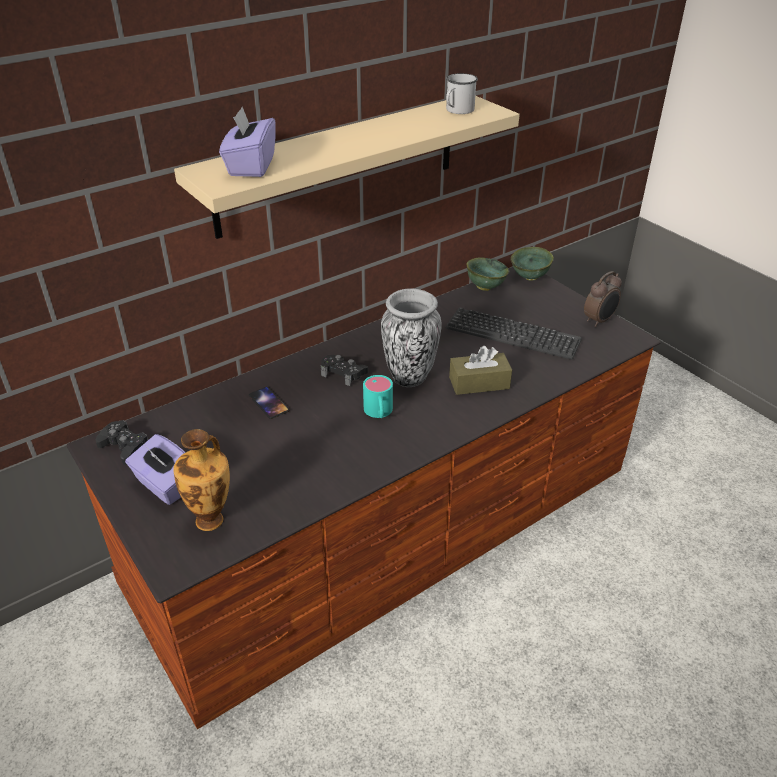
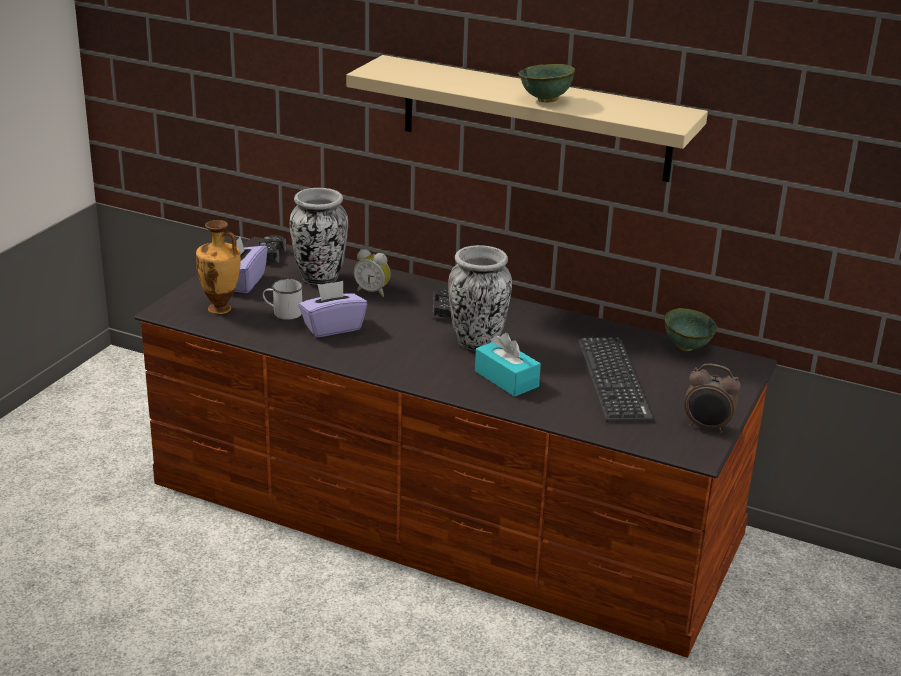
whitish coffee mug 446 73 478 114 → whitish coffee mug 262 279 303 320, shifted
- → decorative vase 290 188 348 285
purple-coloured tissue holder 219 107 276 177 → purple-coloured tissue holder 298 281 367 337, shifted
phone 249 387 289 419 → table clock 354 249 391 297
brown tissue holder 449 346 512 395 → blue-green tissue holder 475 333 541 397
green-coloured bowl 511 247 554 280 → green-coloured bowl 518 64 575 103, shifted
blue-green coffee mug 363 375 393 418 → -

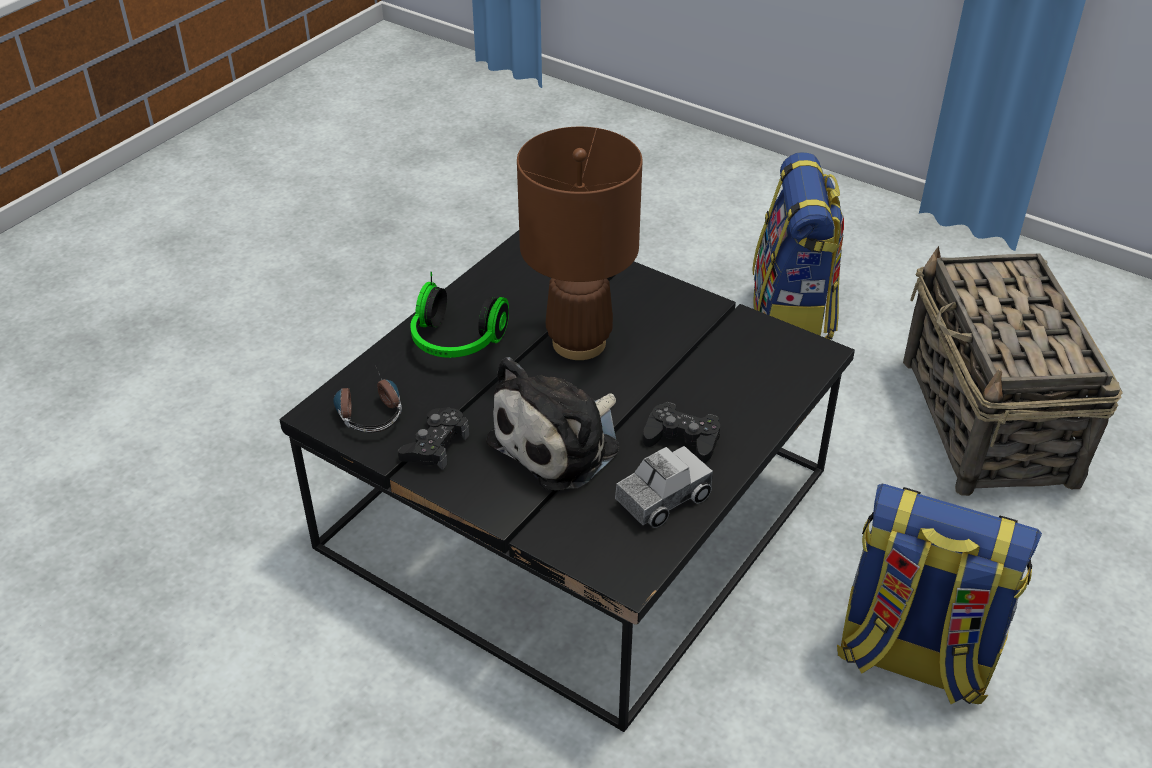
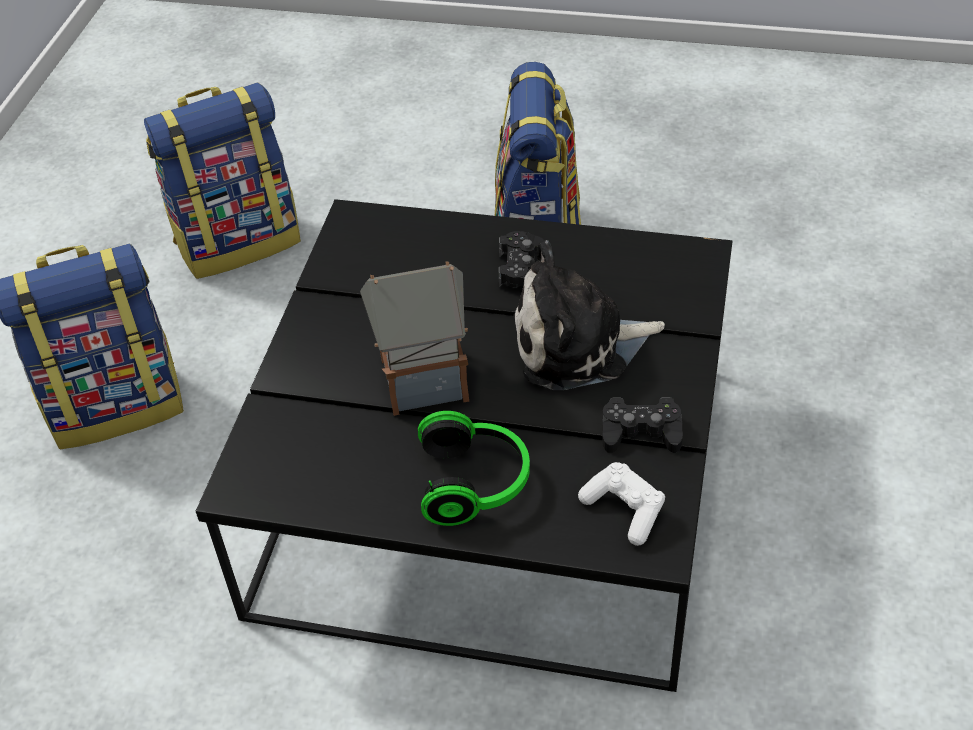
storage basket 903 246 1123 496 → knapsack 144 82 301 279
brown table lamp 517 127 643 360 → toy house 360 262 469 416
plush toy 486 357 619 491 → plush toy 514 240 665 390, 150 degrees clockwise
pair of headphones 333 367 402 433 → whitish joypad 578 462 665 546
toy lorry 615 446 713 528 → -

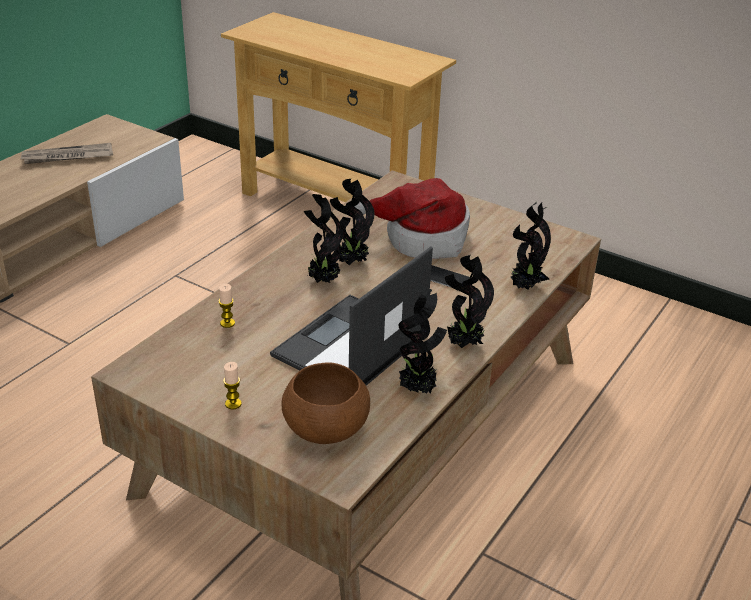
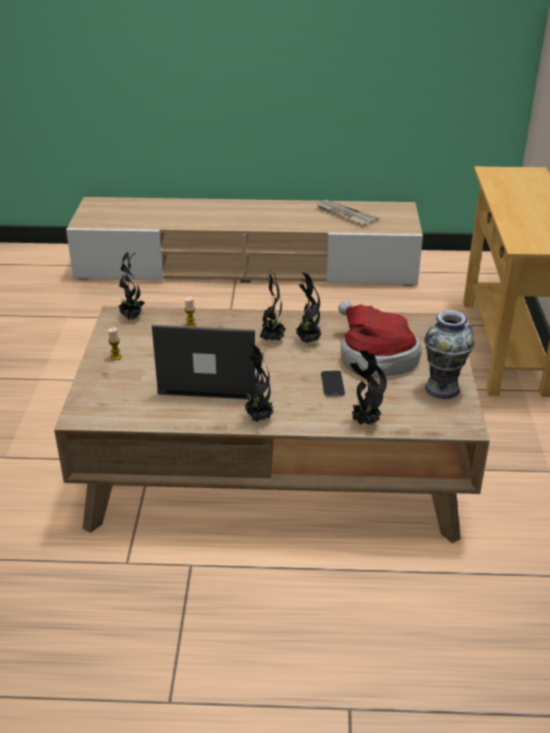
plant in a pot 399 289 447 394 → plant in a pot 119 251 145 320, shifted
- → decorative vase 424 310 475 399
brown bowl 281 363 370 444 → -

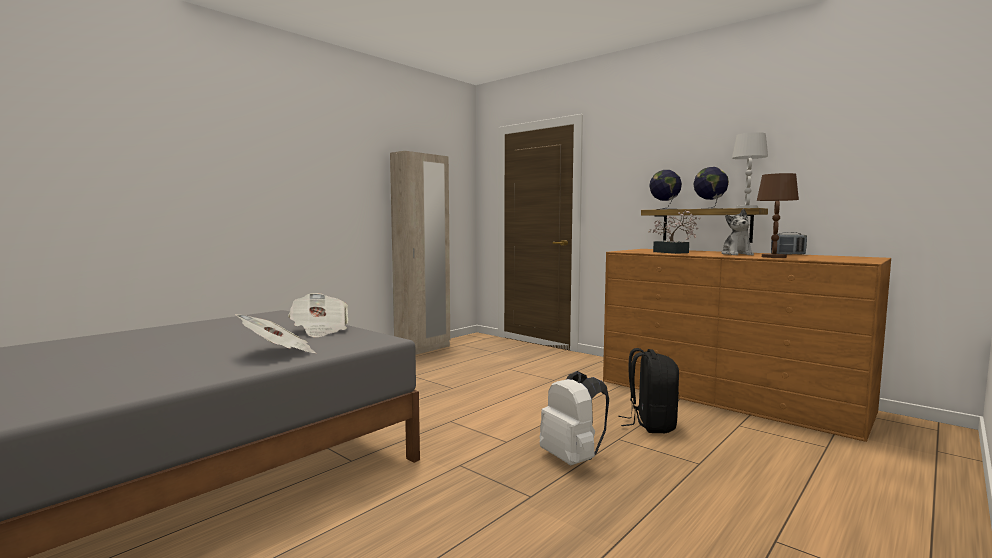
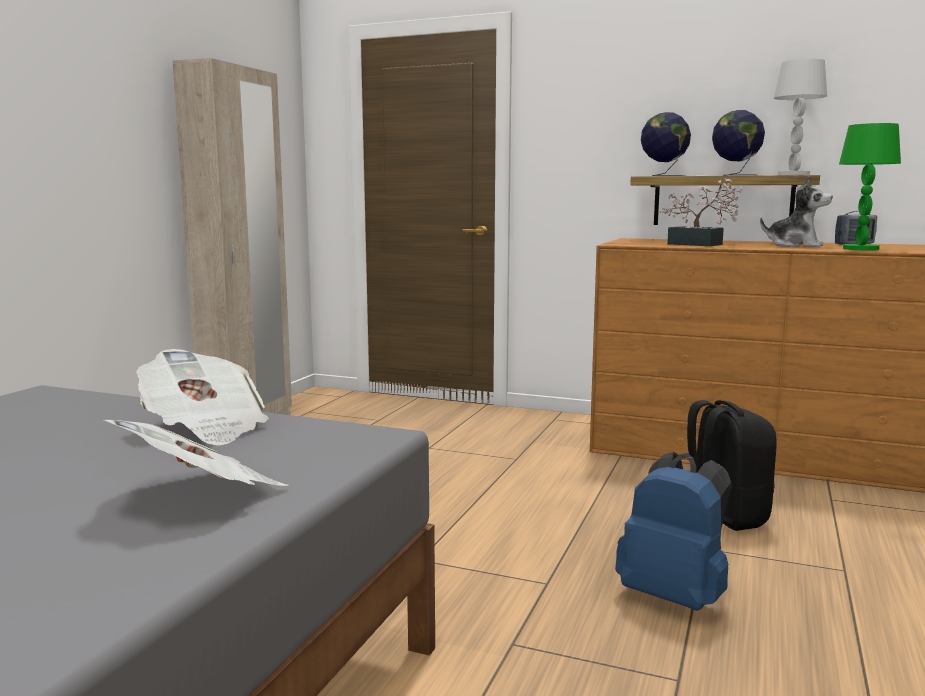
whitish knapsack 540 371 609 465 → bluish knapsack 615 452 732 611
plush toy 721 209 754 255 → plush toy 760 176 832 247, 45 degrees counterclockwise
brown table lamp 757 173 799 258 → green-coloured table lamp 839 123 901 251

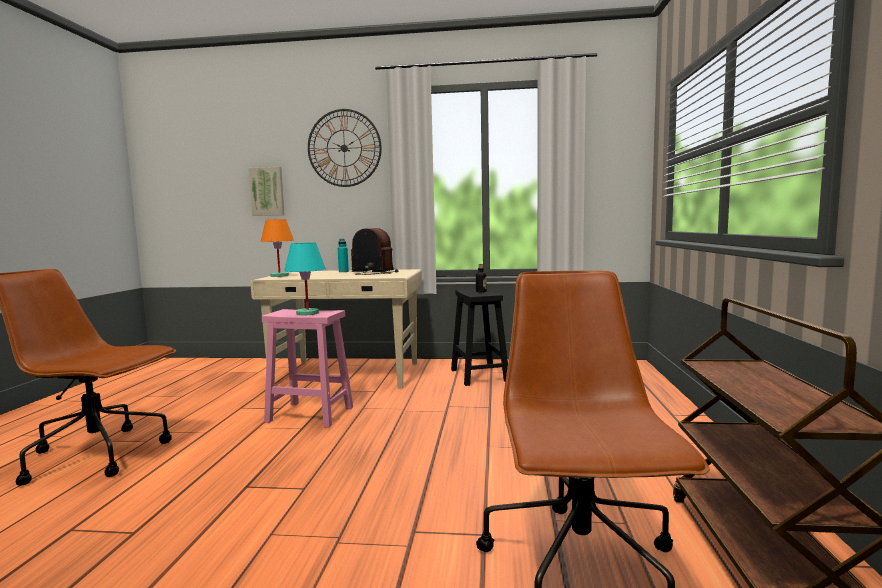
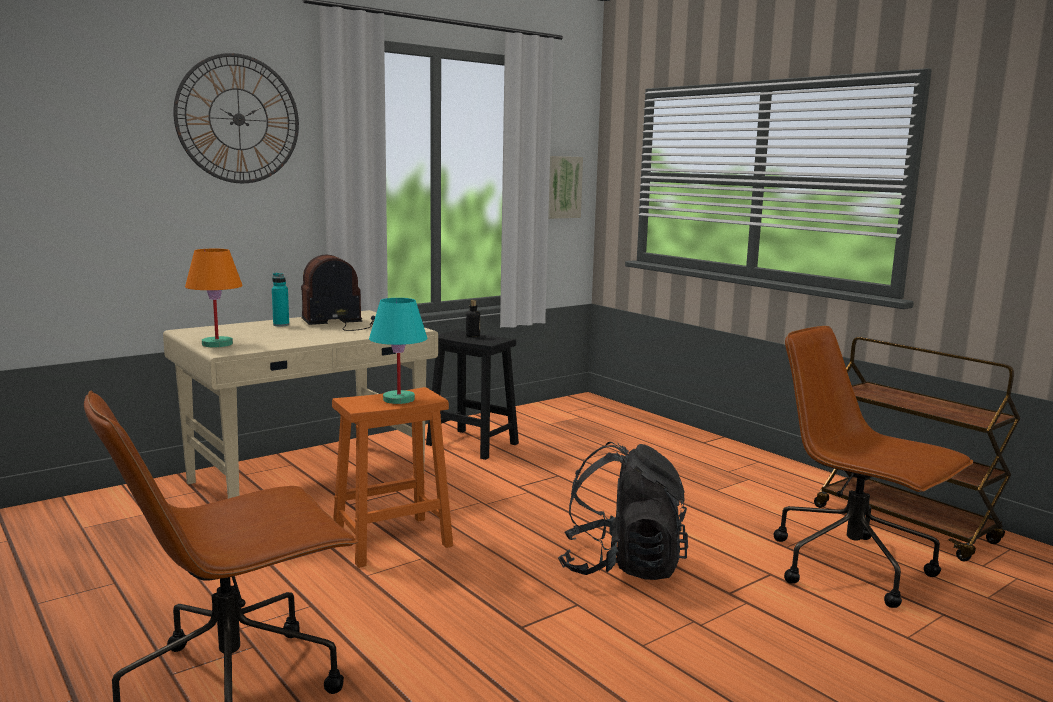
pink sitting stool 262 309 353 428 → orangey sitting stool 332 387 453 568
picture 249 167 285 216 → picture 548 156 583 219, shifted
- → black-coloured knapsack 558 442 688 580

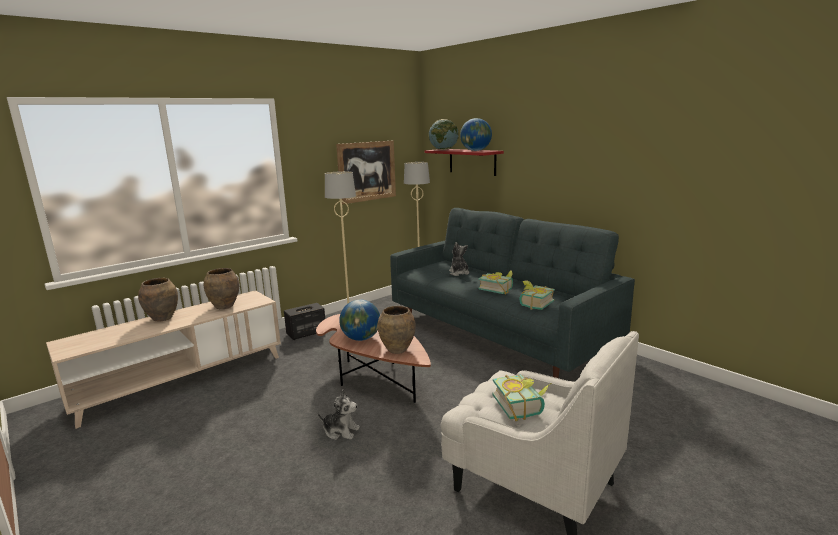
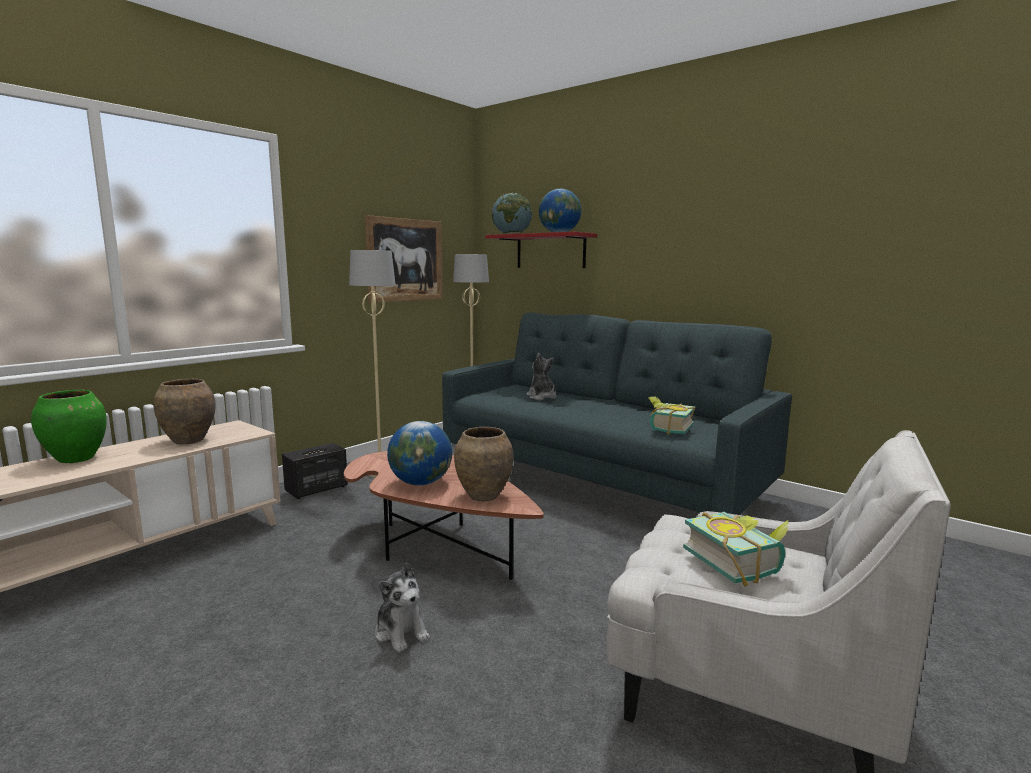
brown decorative vase 138 278 178 322 → green-coloured decorative vase 31 390 107 463
plush toy 317 390 360 440 → plush toy 375 562 430 653, 45 degrees clockwise
volume 478 270 513 295 → -

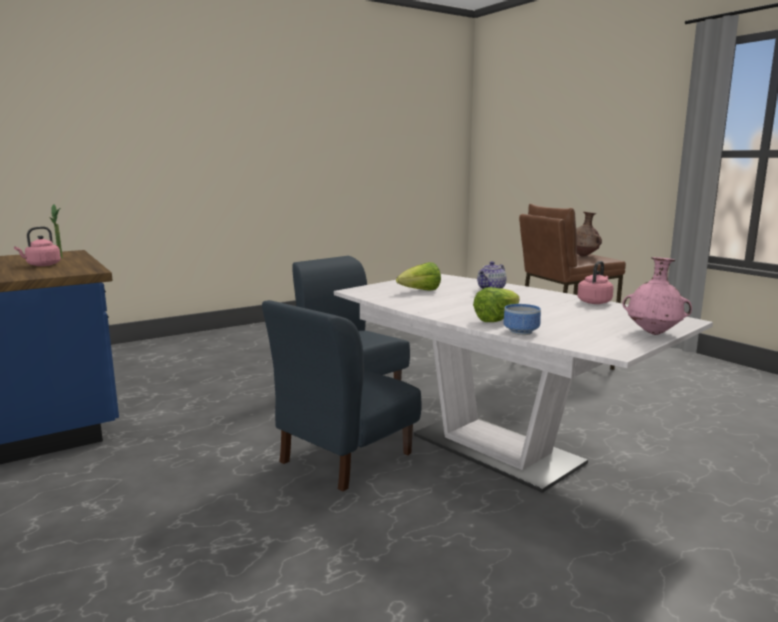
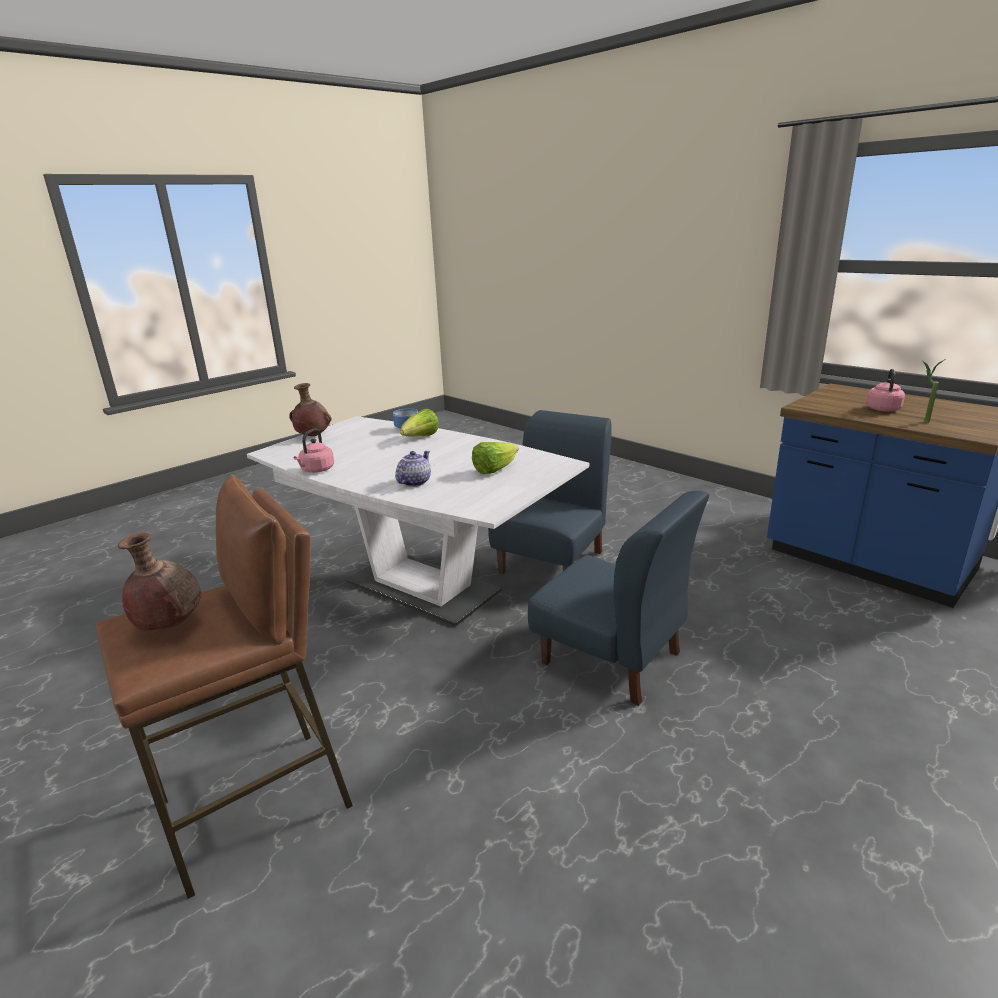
pink decorative vase 622 257 692 335 → brown decorative vase 289 383 332 436

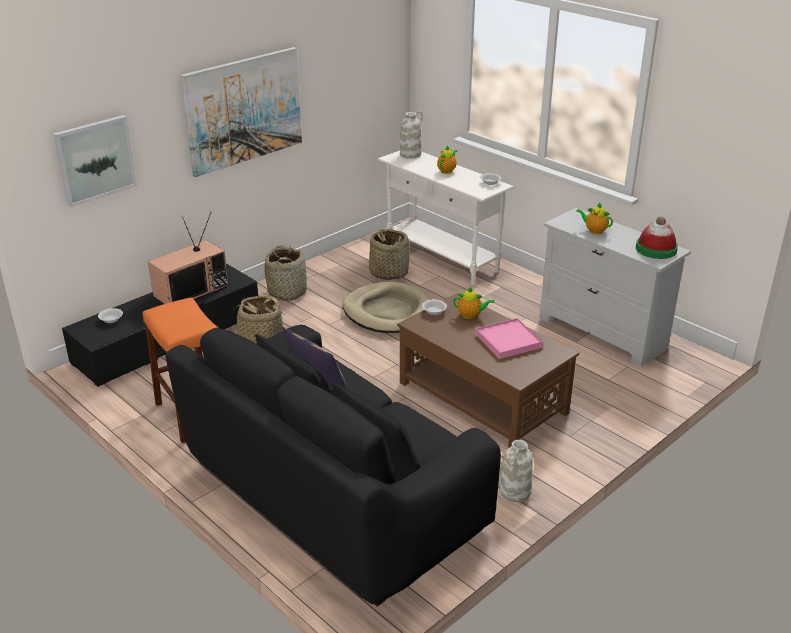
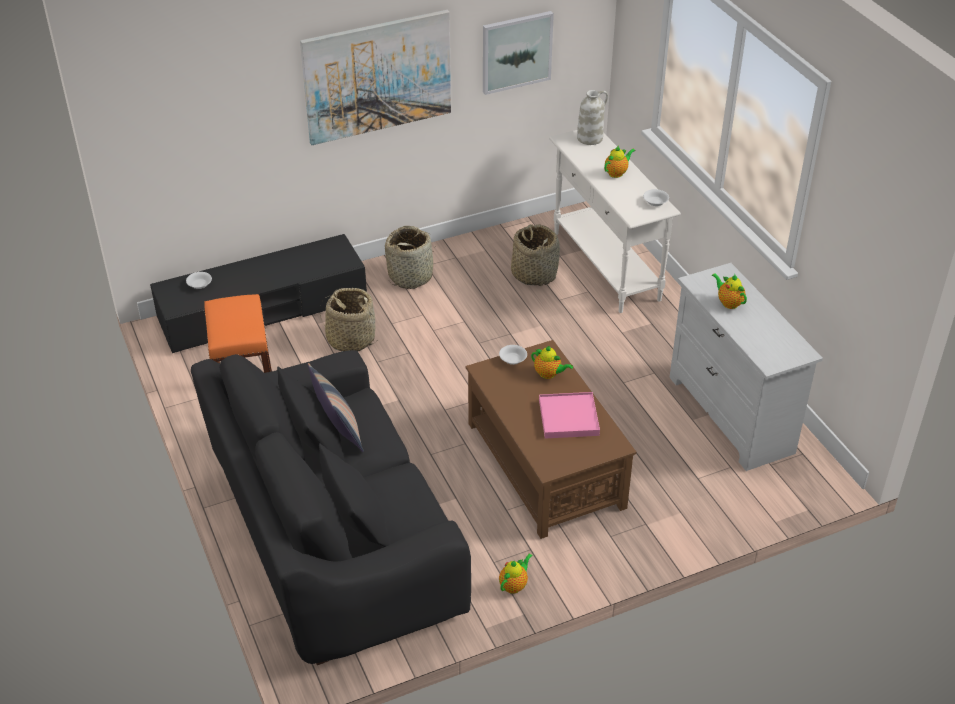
picture 53 115 137 207 → picture 483 11 554 95, shifted
whitish decorative vase 500 440 533 502 → teapot 499 553 533 594
TV set 148 212 228 304 → -
beige pet bed 342 282 432 333 → -
wearable hat 636 217 678 259 → -

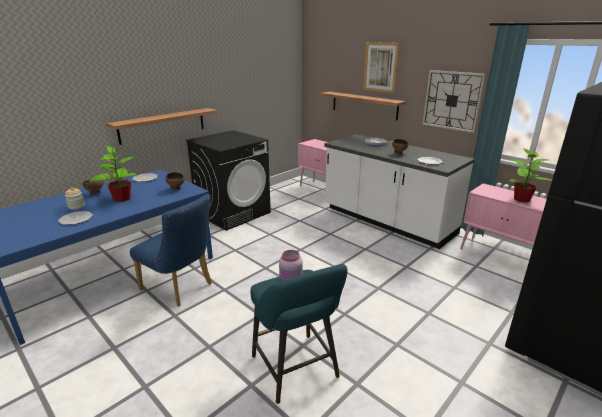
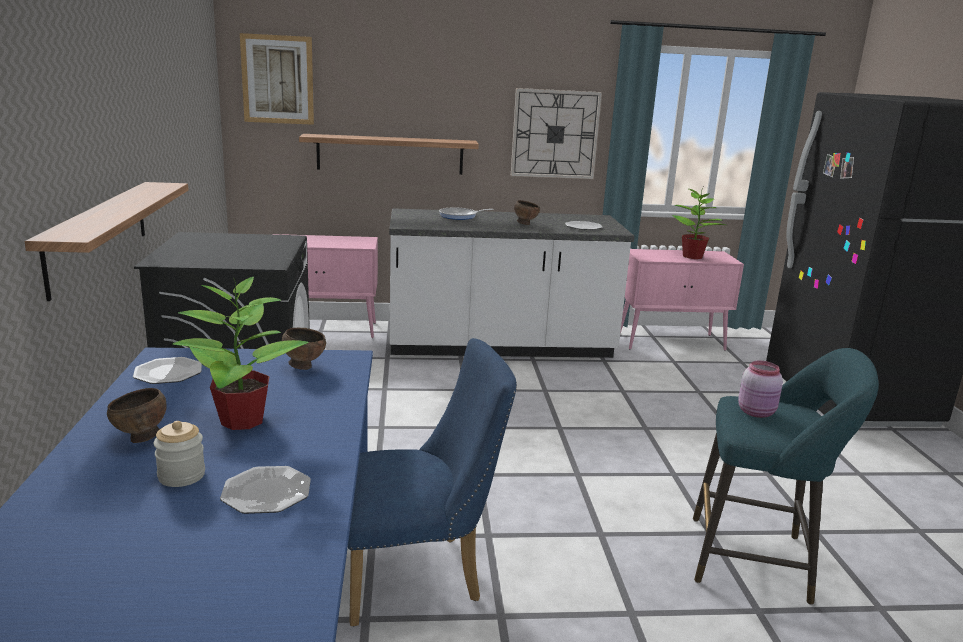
picture 363 42 400 93 → picture 240 33 314 125, shifted

